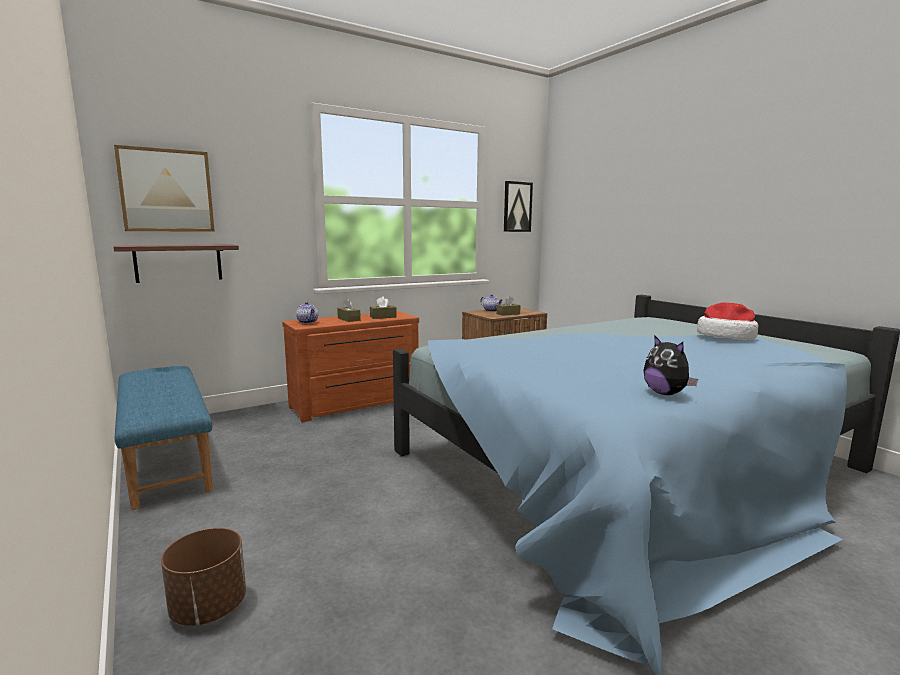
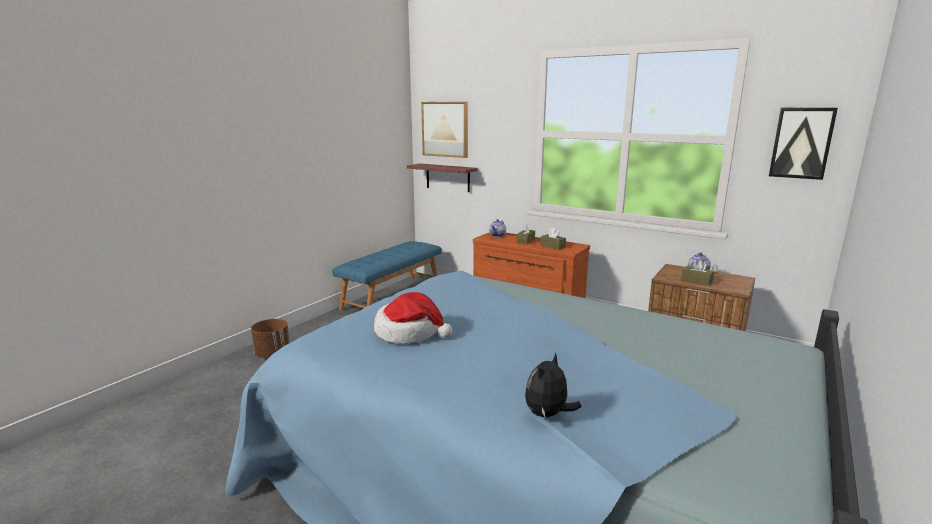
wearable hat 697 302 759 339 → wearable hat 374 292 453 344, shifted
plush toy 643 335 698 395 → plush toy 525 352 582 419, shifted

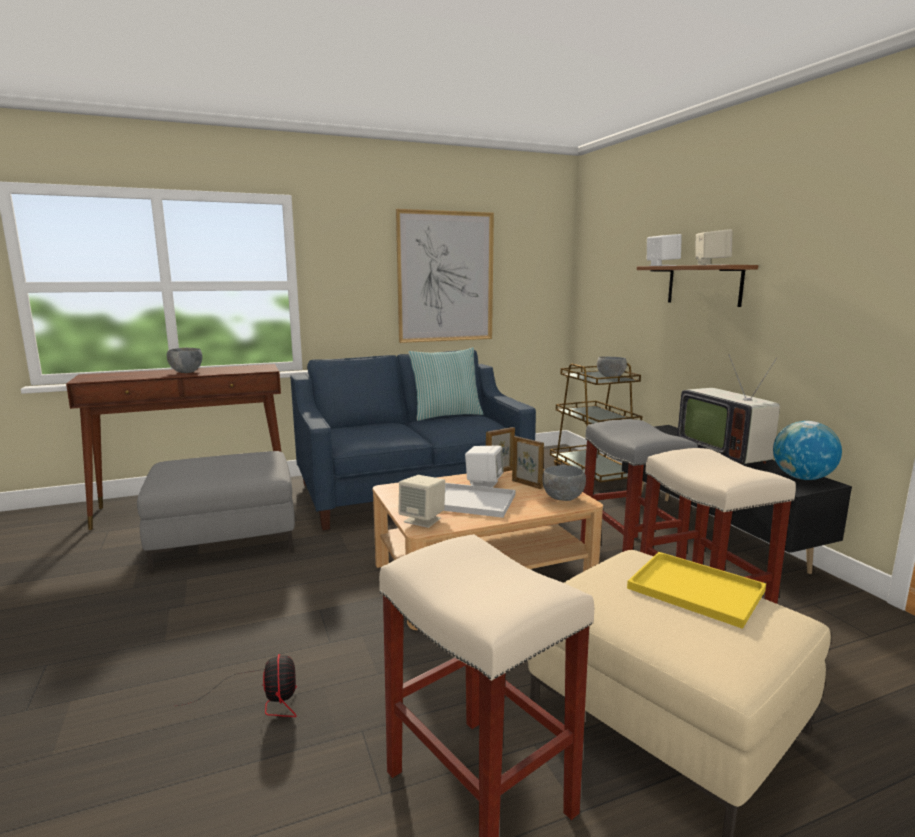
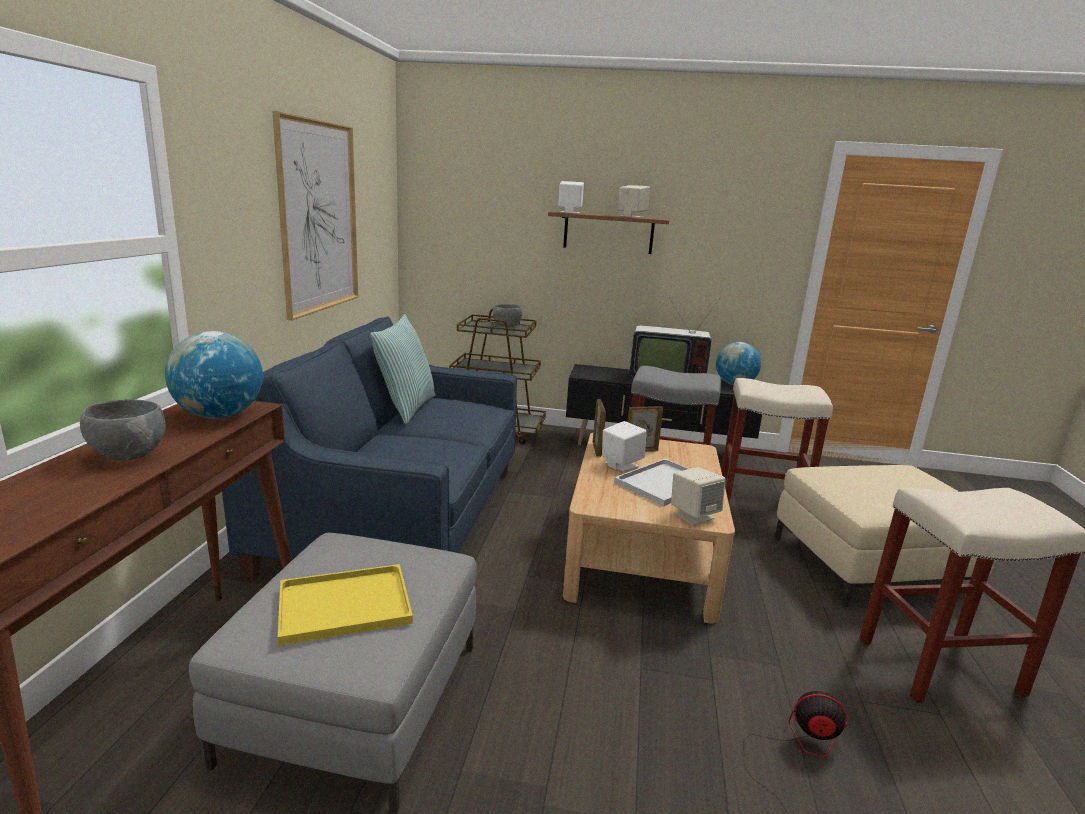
- → desk globe 165 331 263 419
yellow-coloured carrying tray 627 552 766 629 → yellow-coloured carrying tray 278 564 413 646, shifted
gray bowl 542 465 586 501 → -

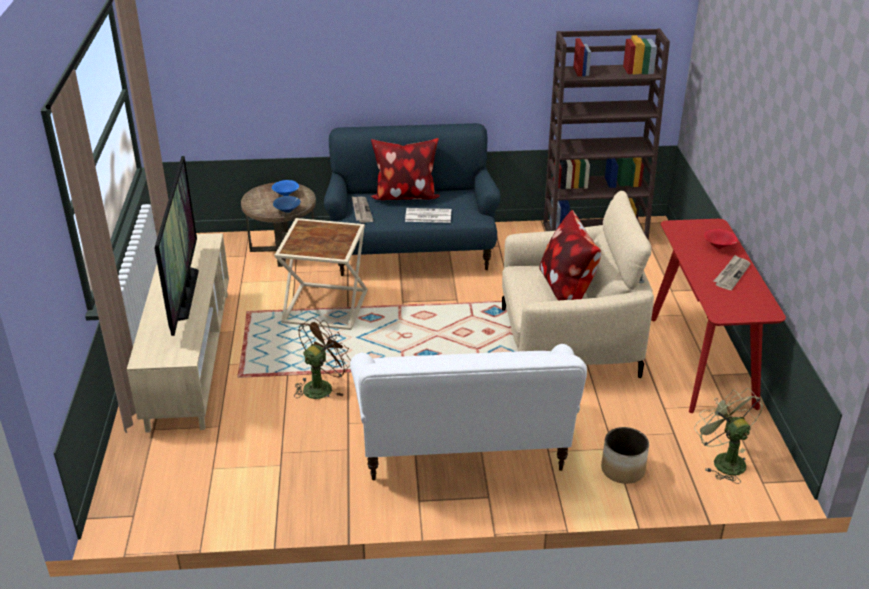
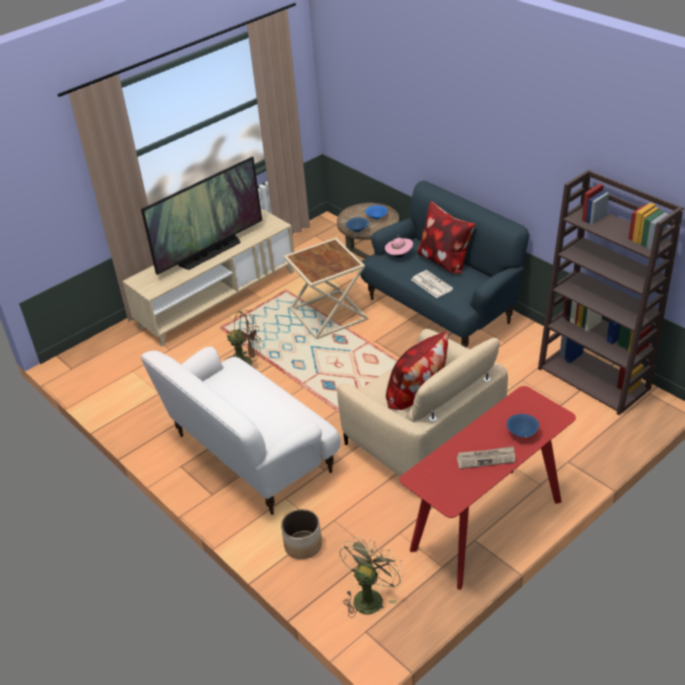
daily paper 352 196 374 223 → pink wearable hat 385 235 413 257
red bowl 704 229 737 249 → bluish bowl 506 414 539 438

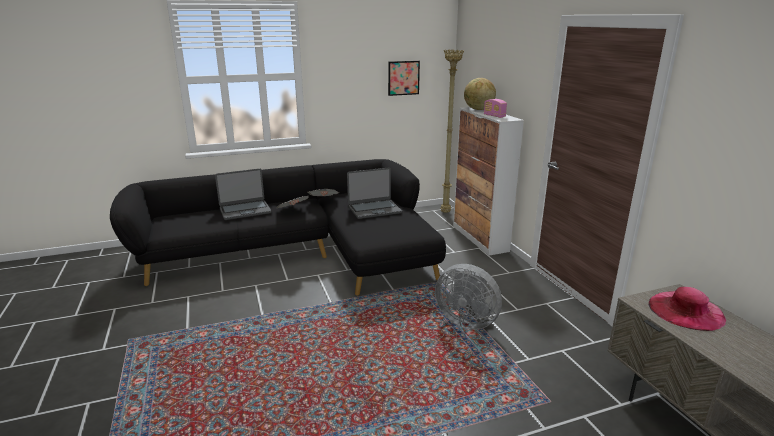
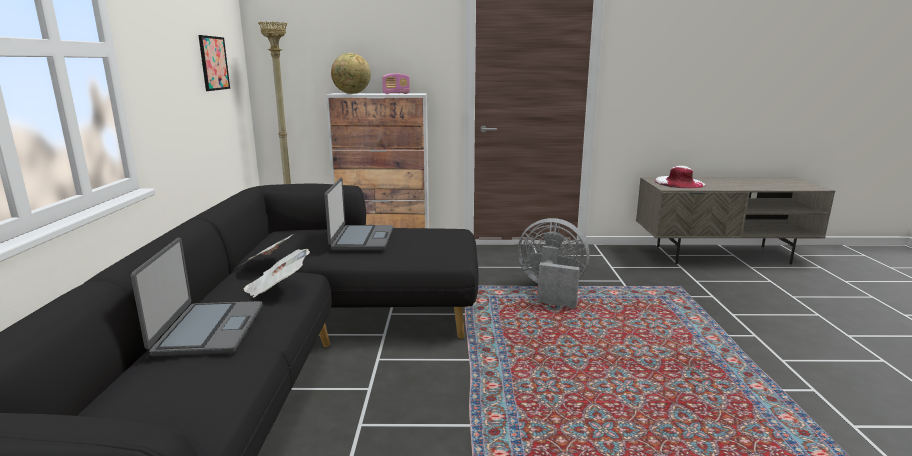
gray fan 435 264 502 330 → gray fan 517 218 590 308, 120 degrees counterclockwise
pink wearable hat 648 287 726 331 → whitish wearable hat 654 166 706 188

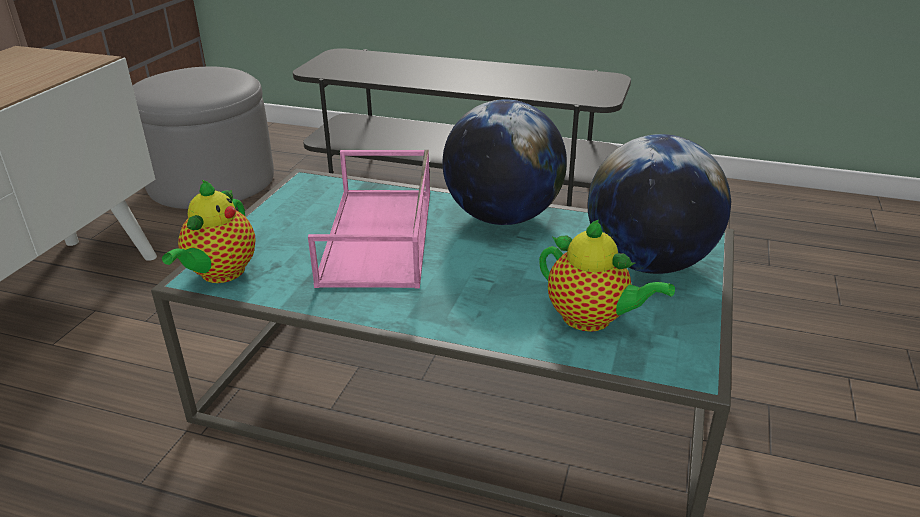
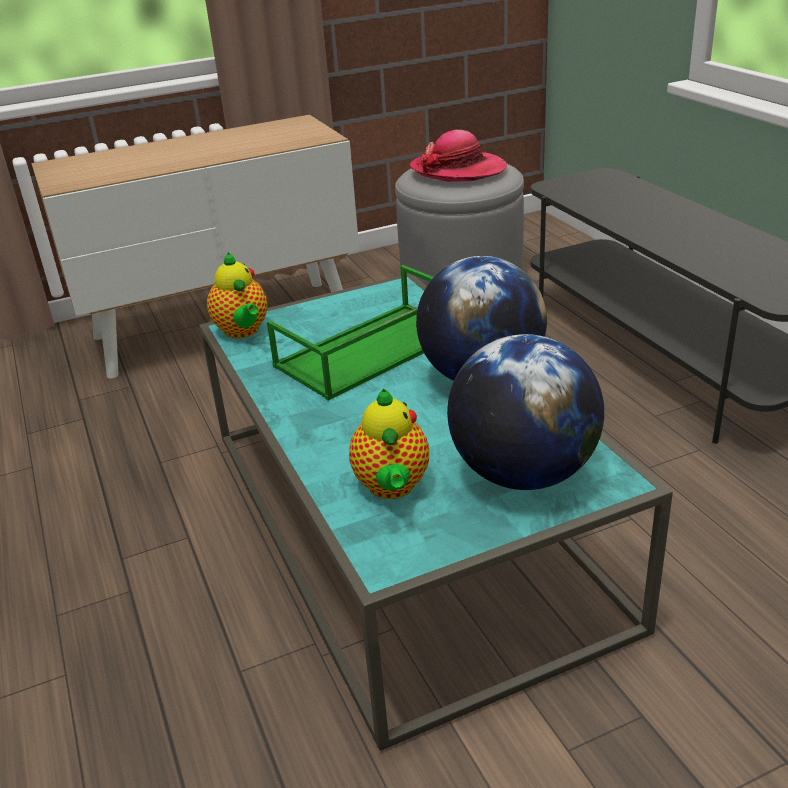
teapot 162 180 256 283 → teapot 207 252 268 338, 90 degrees counterclockwise
pink carrying tray 308 150 430 288 → green-coloured carrying tray 267 265 434 401
- → wearable hat 410 130 507 182

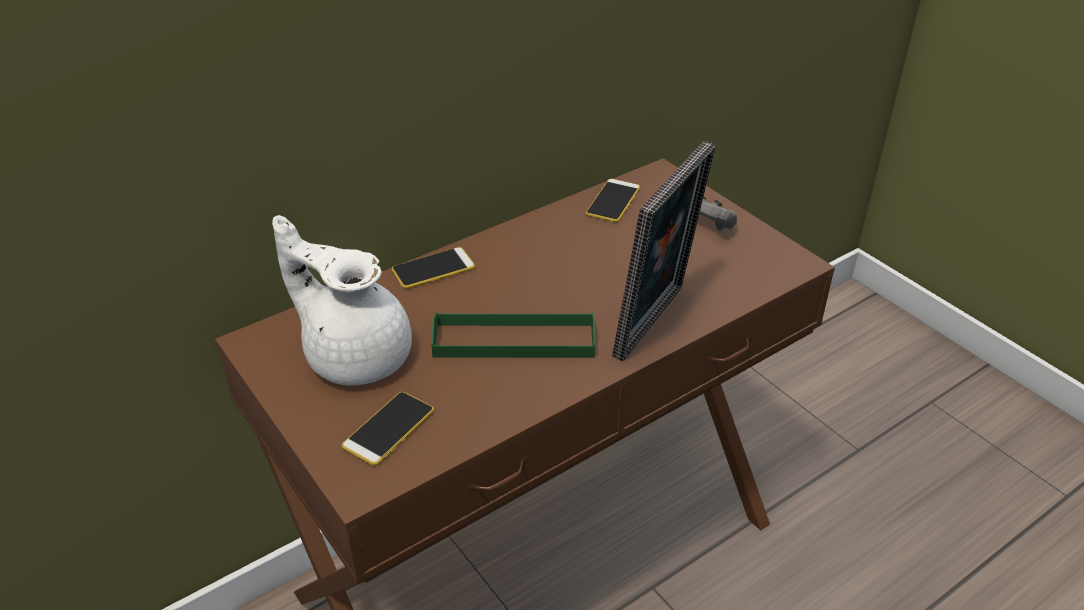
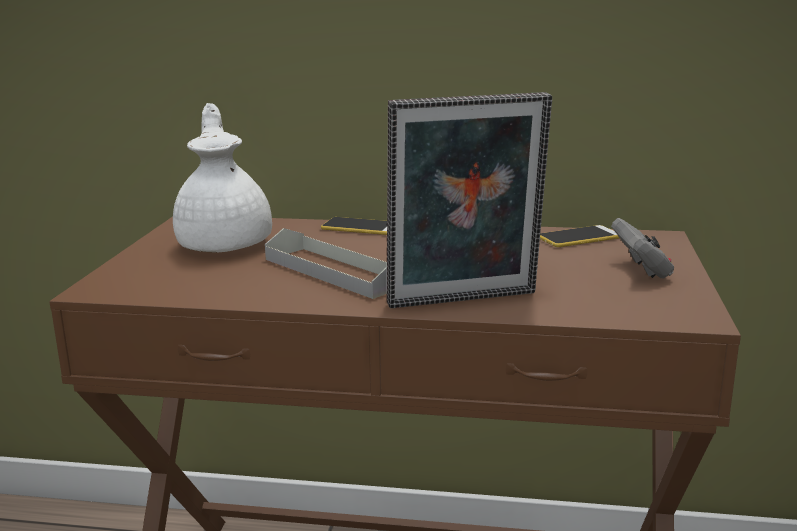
green-coloured carrying tray 431 312 595 358 → gray carrying tray 265 228 387 299
phone 342 392 434 466 → -

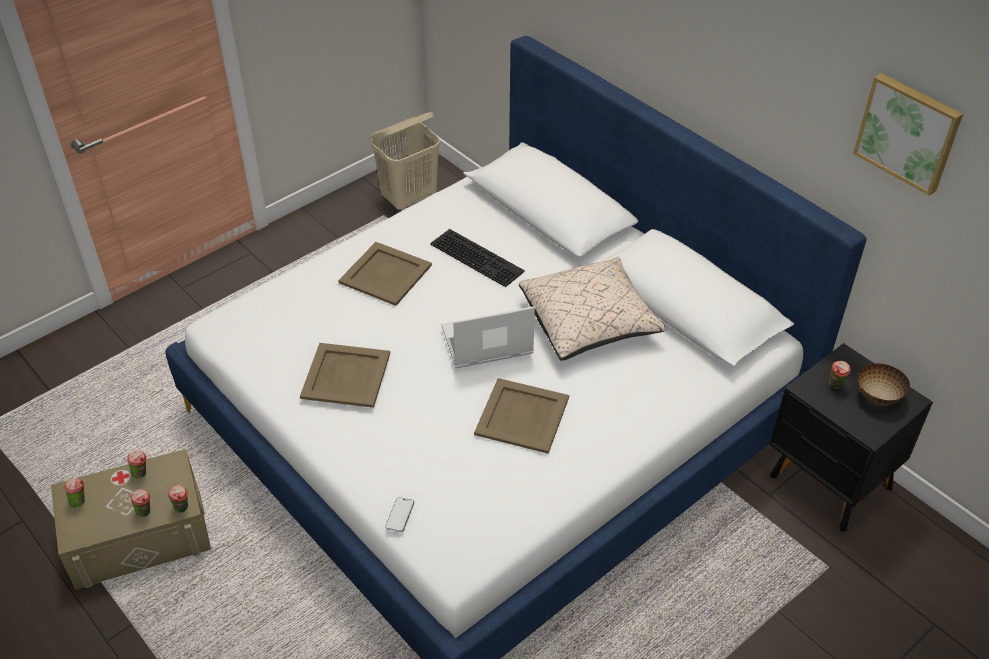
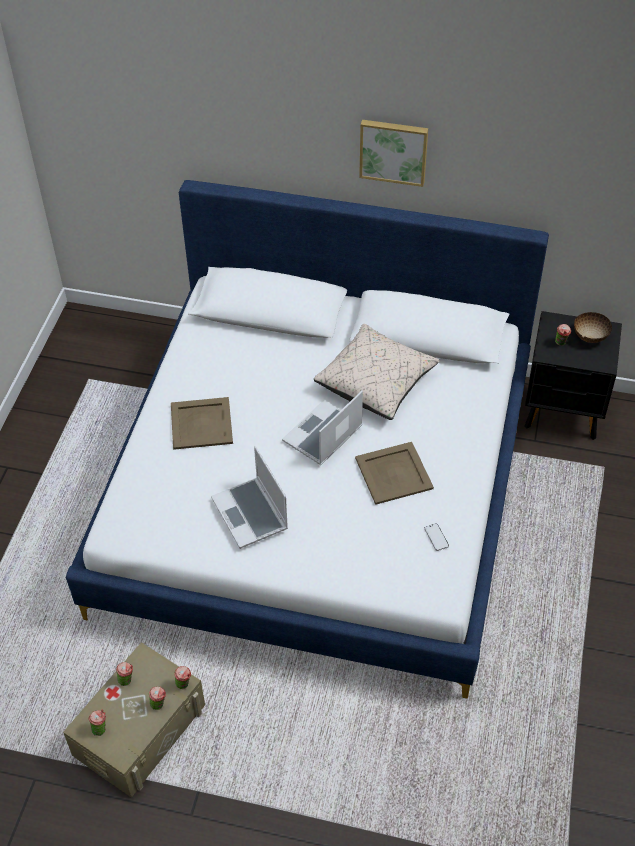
beige carrying tray 300 343 390 408 → laptop 211 446 288 549
picture 853 73 963 196 → picture 359 120 428 187, shifted
phone 385 497 414 532 → phone 424 523 449 551, shifted
beige washing basket 371 112 440 211 → -
PC keyboard 430 229 525 287 → -

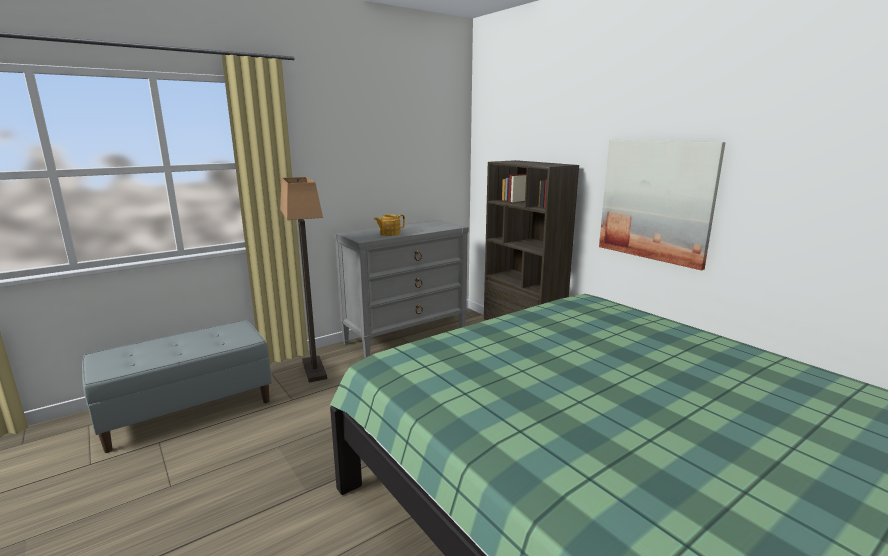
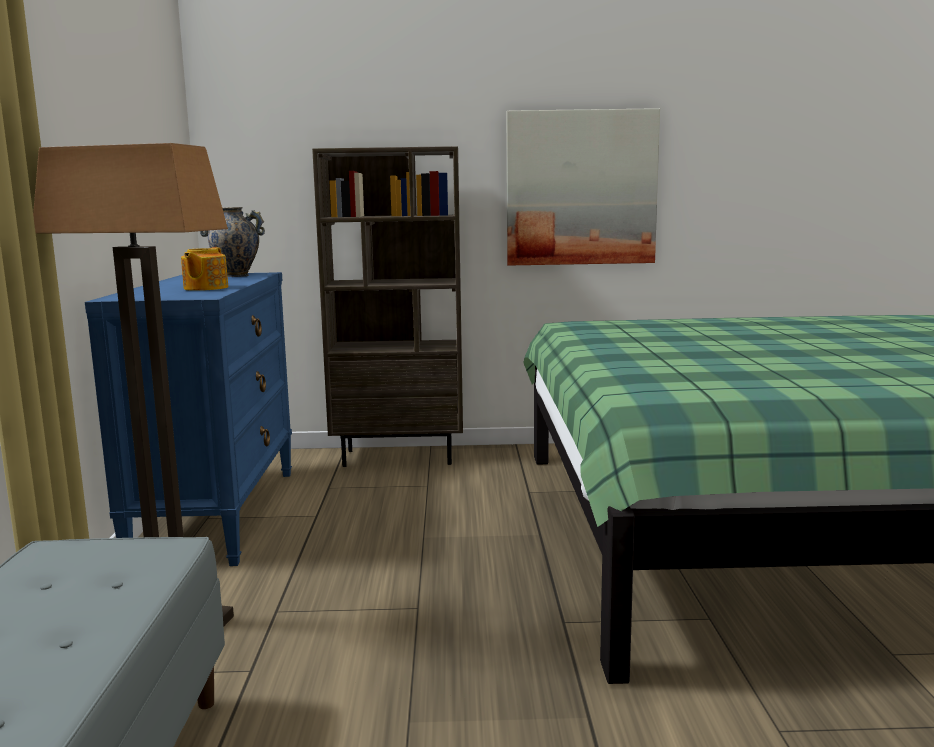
gray dresser 334 220 469 358 → bluish dresser 85 272 292 566
- → decorative vase 200 207 265 277

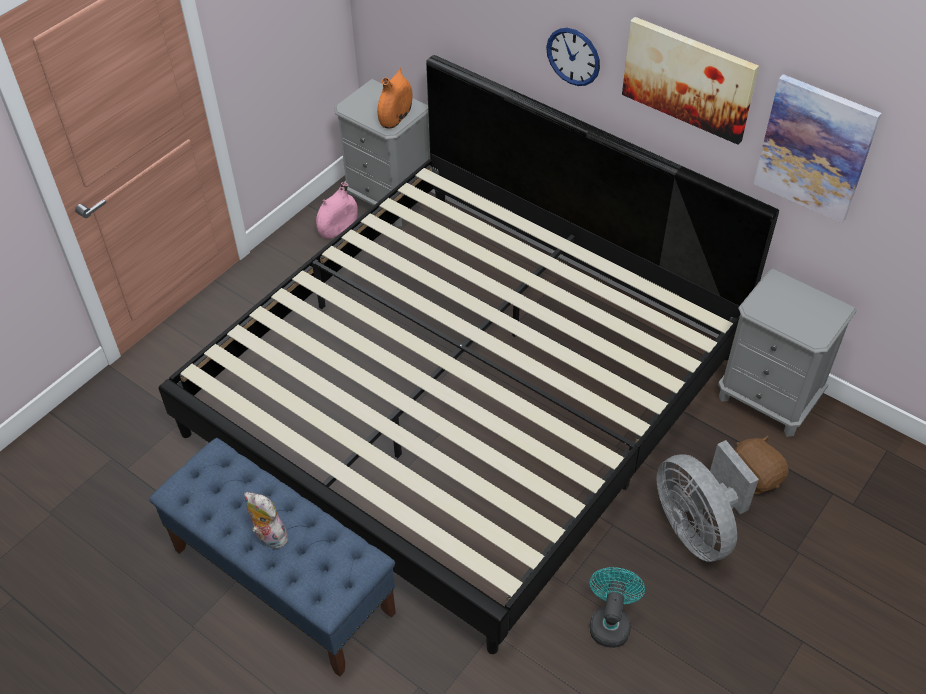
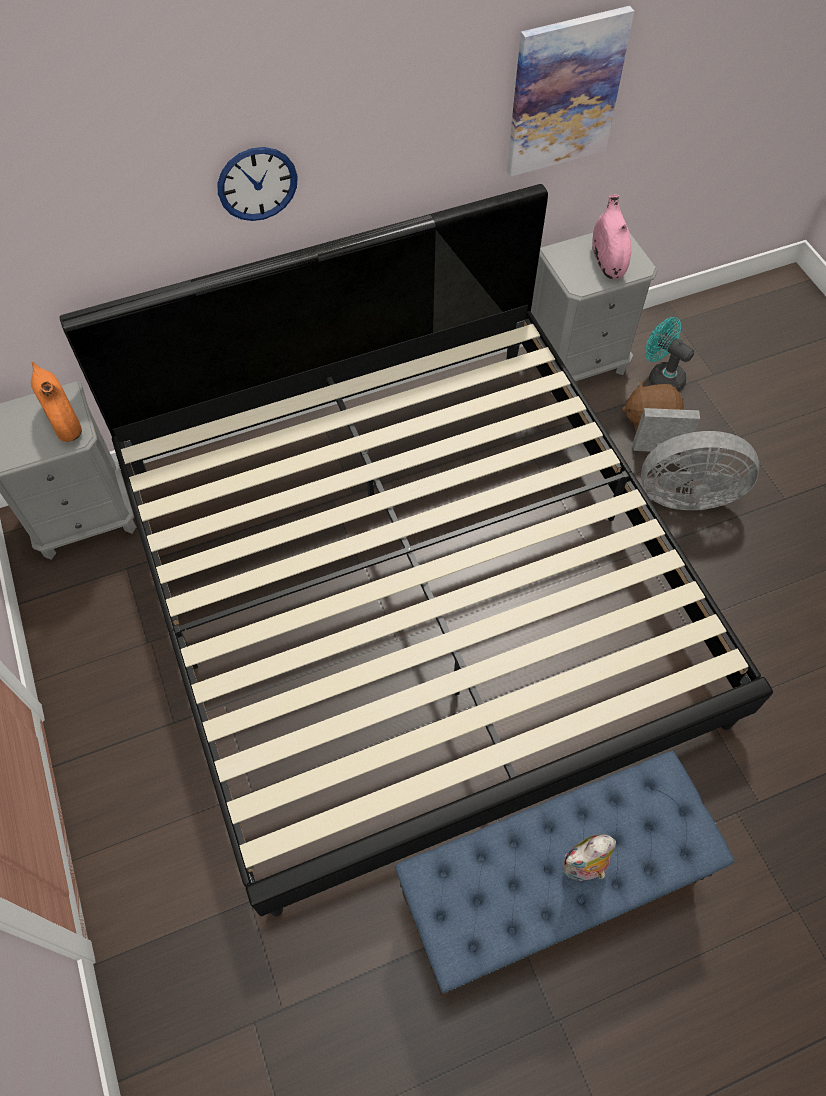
pink decorative vase 316 182 358 239 → pink decorative vase 592 194 631 279, shifted
blue-green fan 589 567 645 648 → blue-green fan 645 317 694 392, shifted
picture 622 17 759 145 → -

